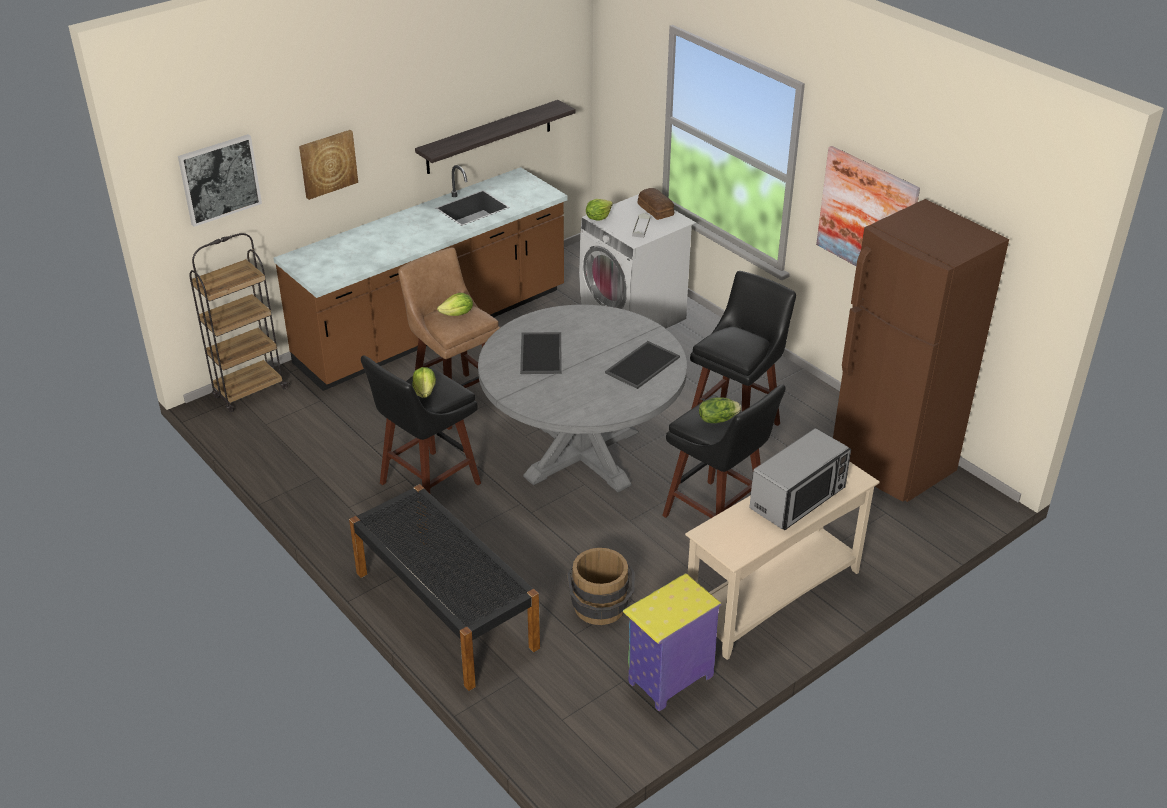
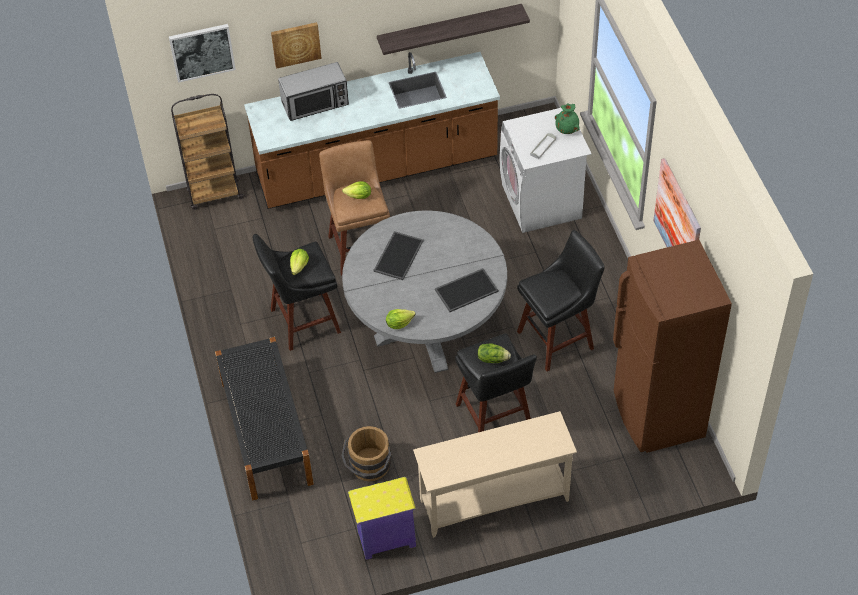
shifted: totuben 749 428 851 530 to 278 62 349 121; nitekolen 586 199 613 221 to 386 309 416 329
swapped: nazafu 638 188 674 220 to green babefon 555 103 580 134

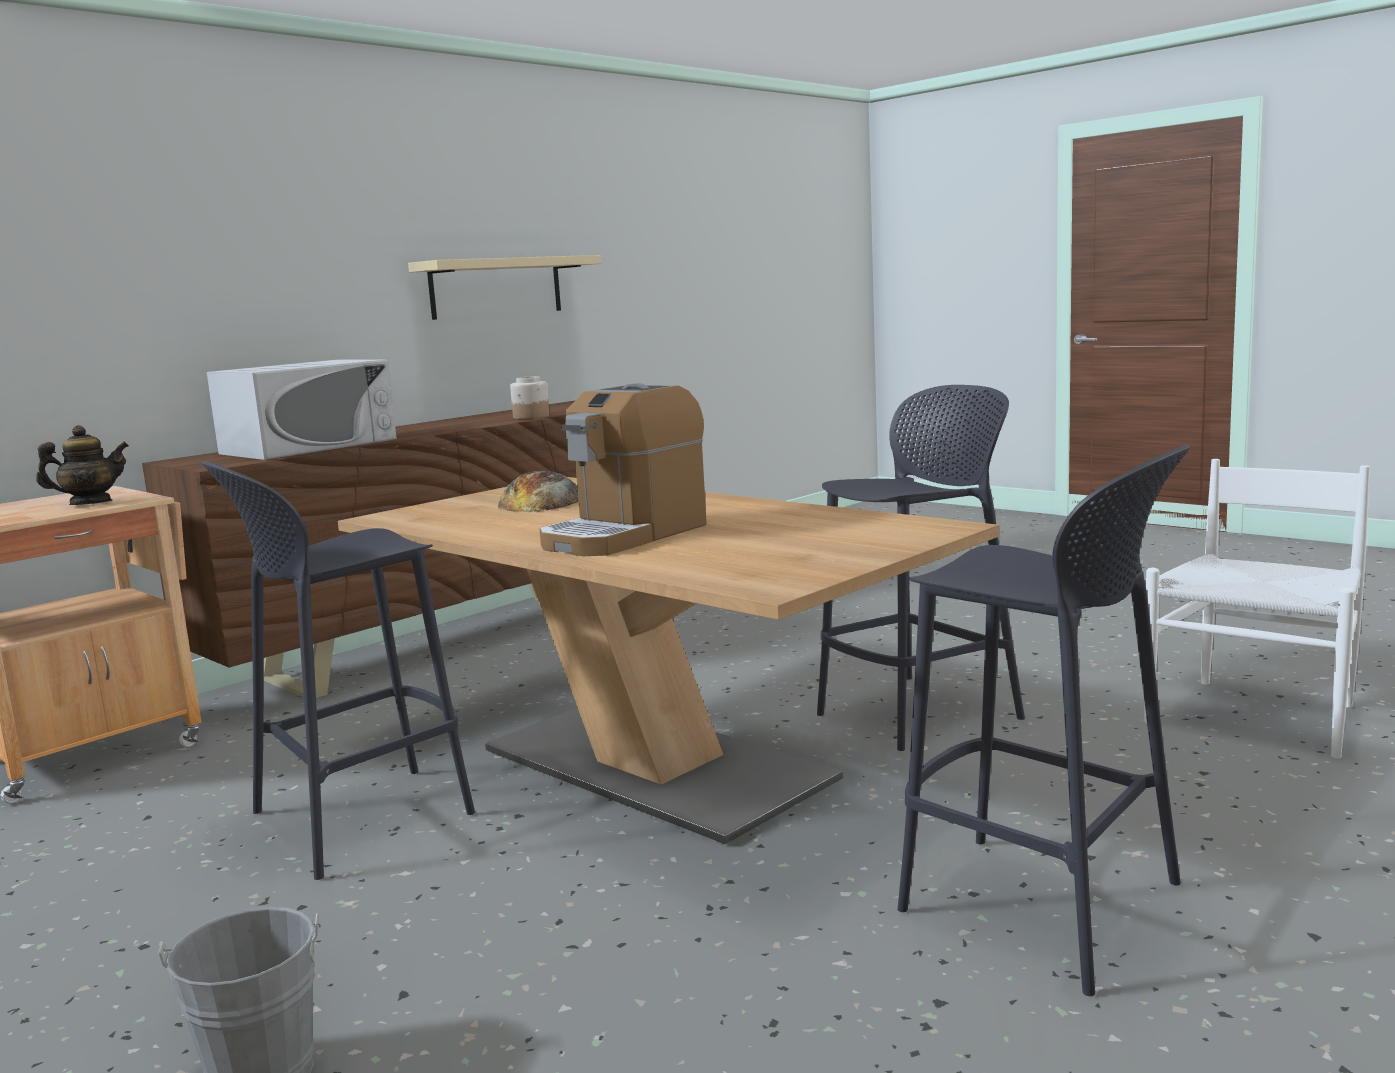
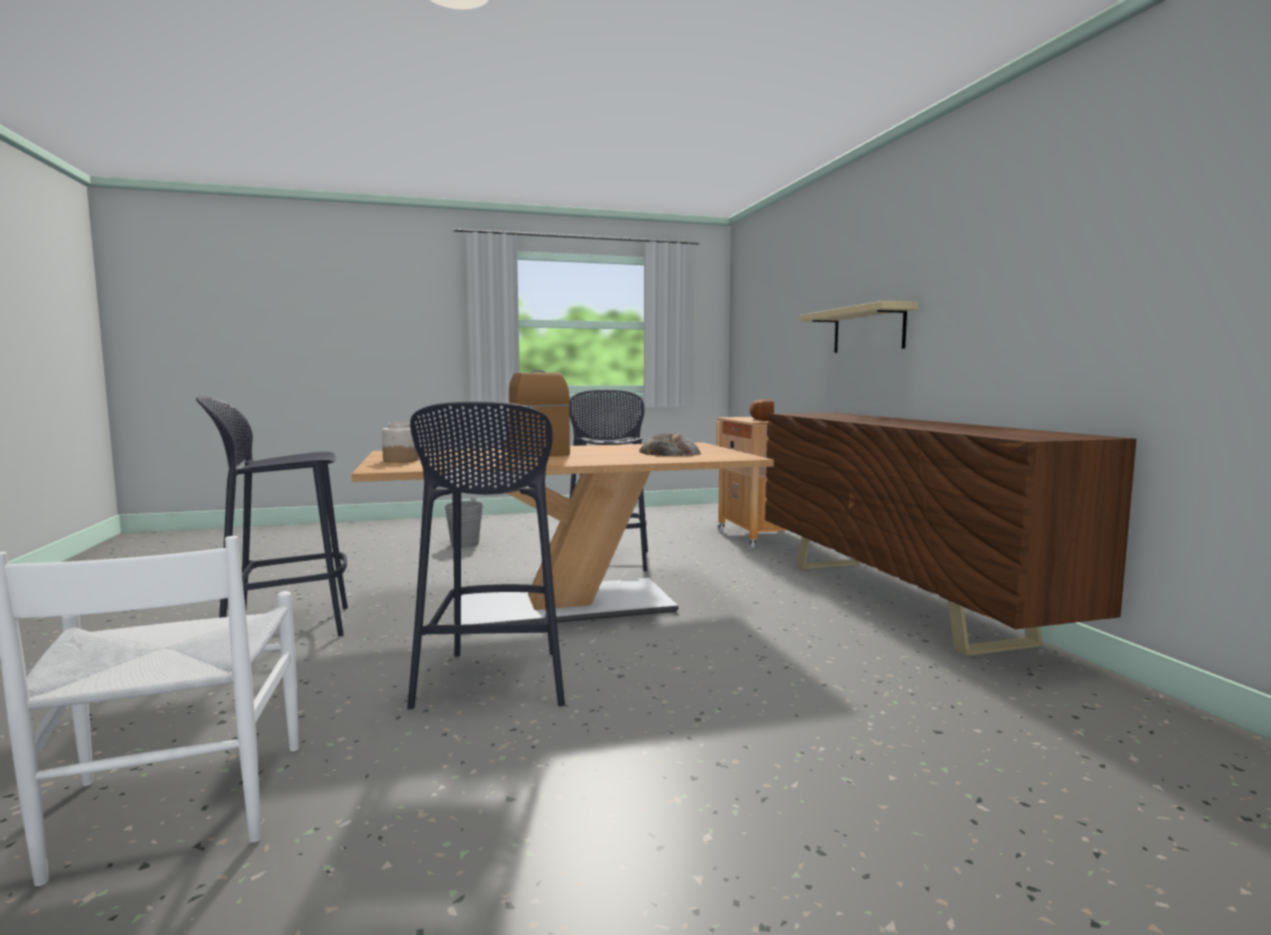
gone: white totuben 207 359 397 460
shifted: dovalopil 510 376 549 419 to 382 423 419 463; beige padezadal 408 255 601 320 to 799 301 918 353
swapped: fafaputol 36 425 129 505 to nazafu 750 399 774 421

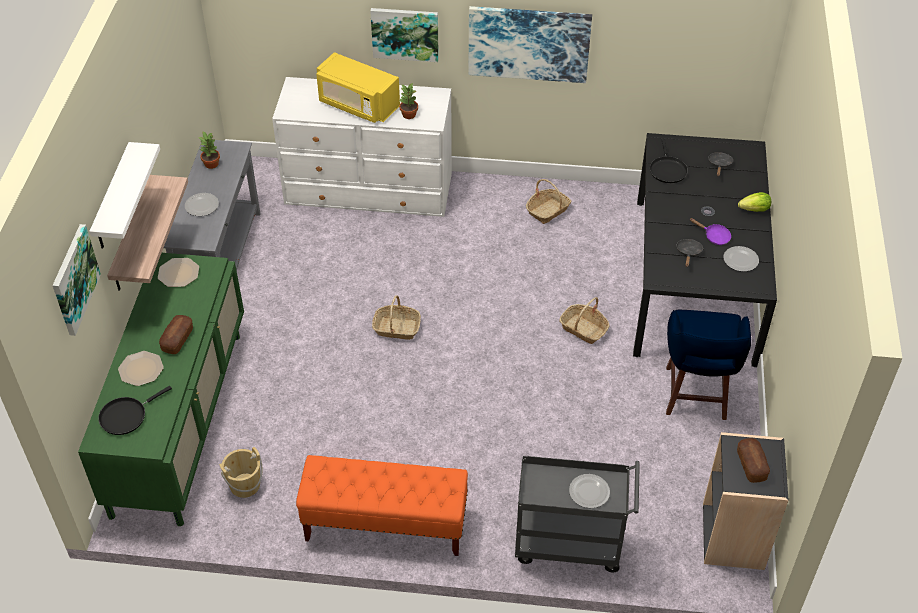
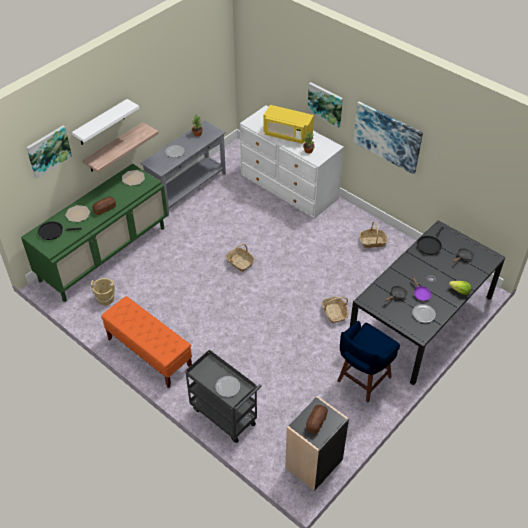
rotated: yellow totuben 316 52 400 123 = 263 105 314 144 45 degrees counterclockwise

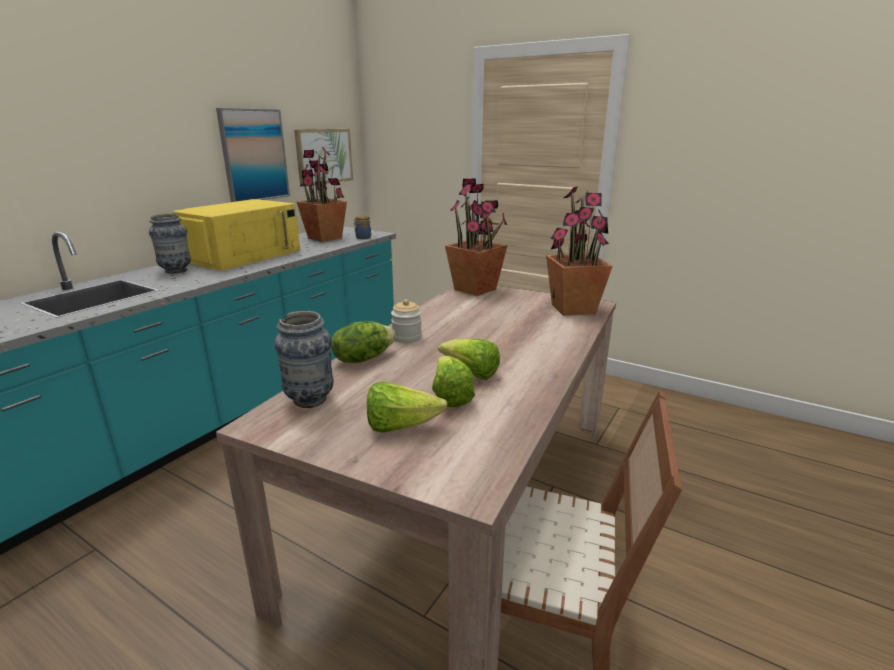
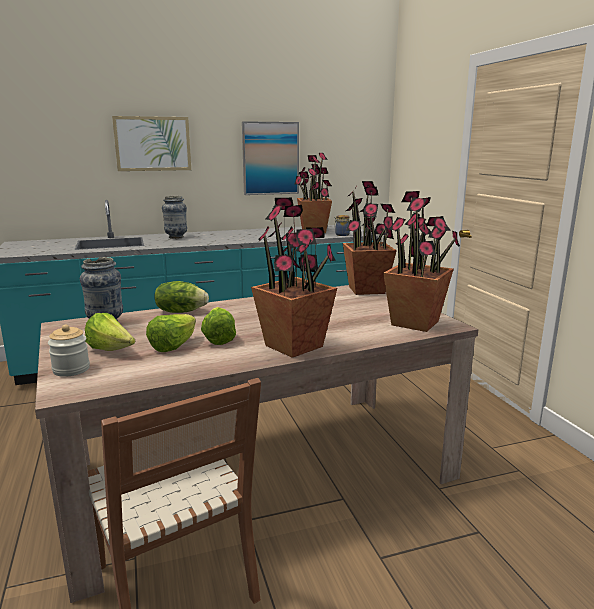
gone: yellow totuben 173 199 300 271
new: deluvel 251 197 337 358
shifted: dovalopil 391 299 422 343 to 48 325 90 377; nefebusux 294 129 353 187 to 112 116 191 171

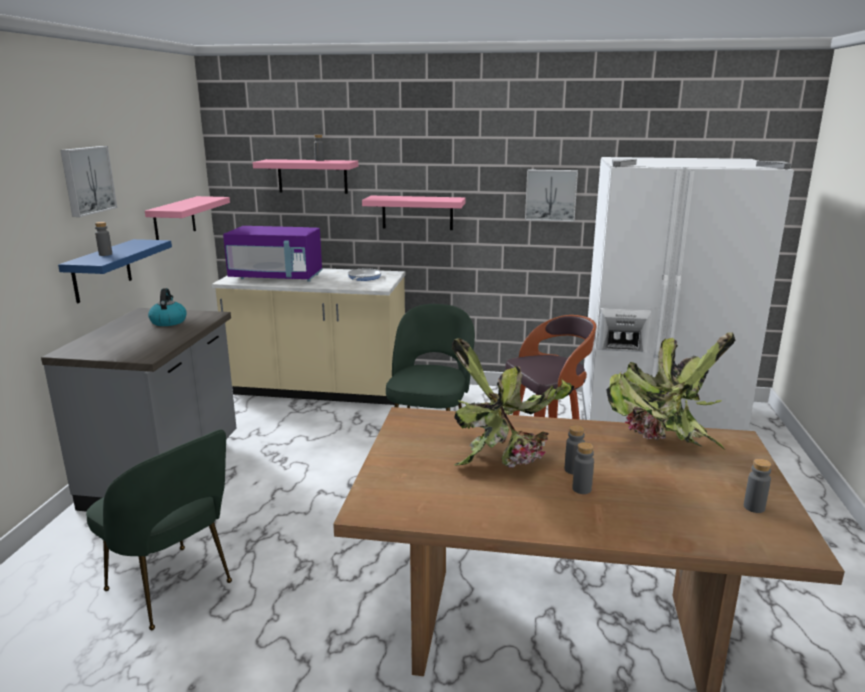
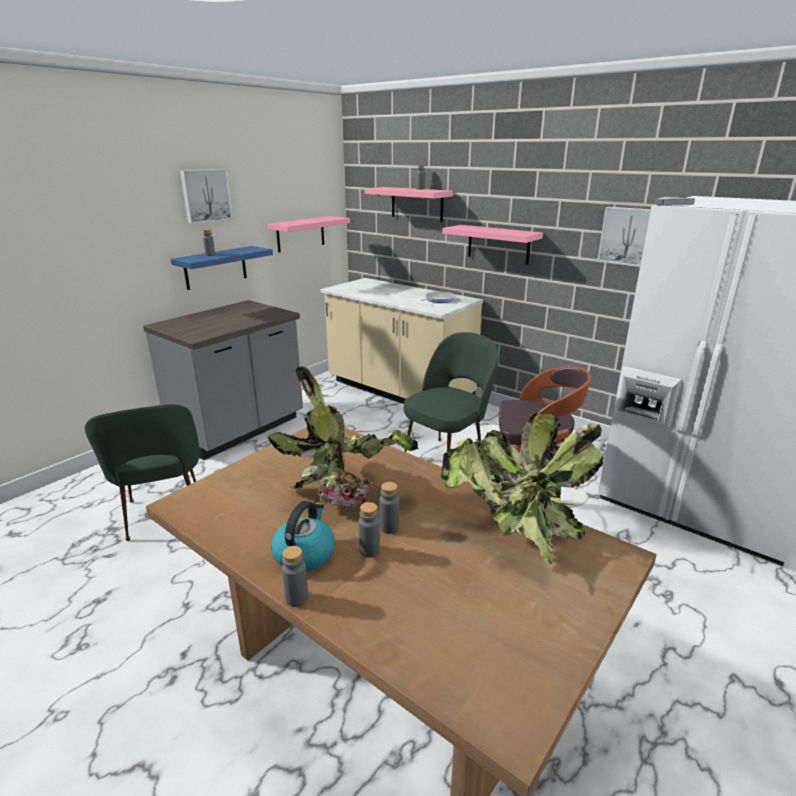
gone: purple totuben 223 226 323 282
shifted: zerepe 148 288 187 326 to 271 501 335 572; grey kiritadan 744 459 772 513 to 282 546 309 607

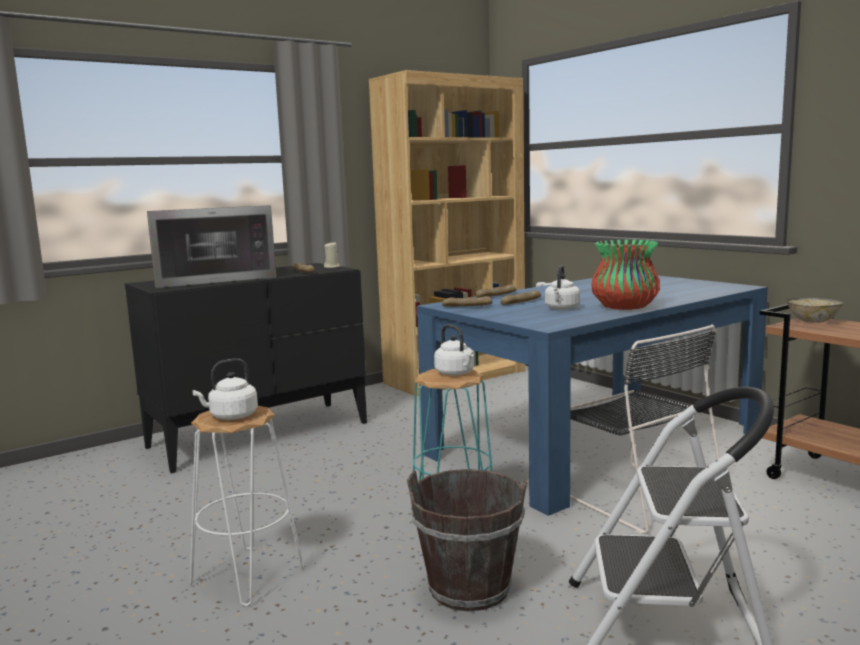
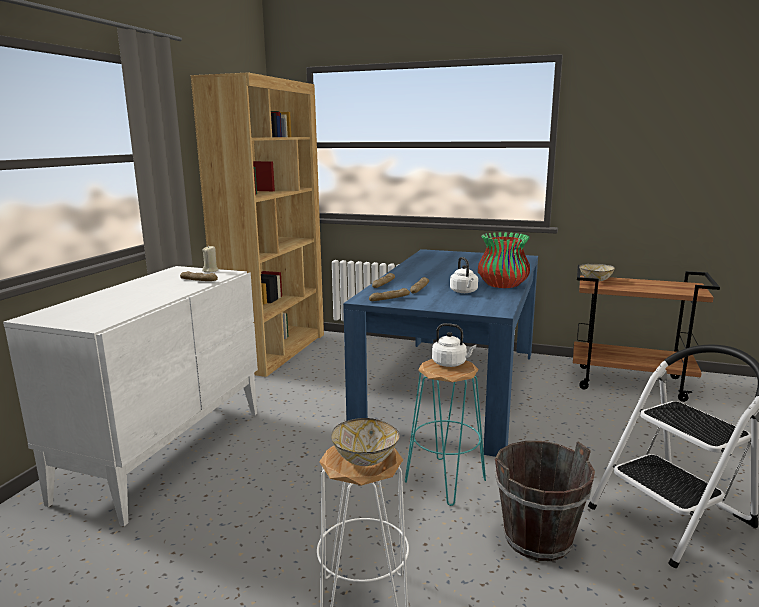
gone: totuben 147 205 276 288; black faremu 570 325 720 534
swapped: white zerepe 193 358 258 420 to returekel 331 418 400 466
repainted: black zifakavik 125 263 367 473 to white zifakavik 3 266 258 526

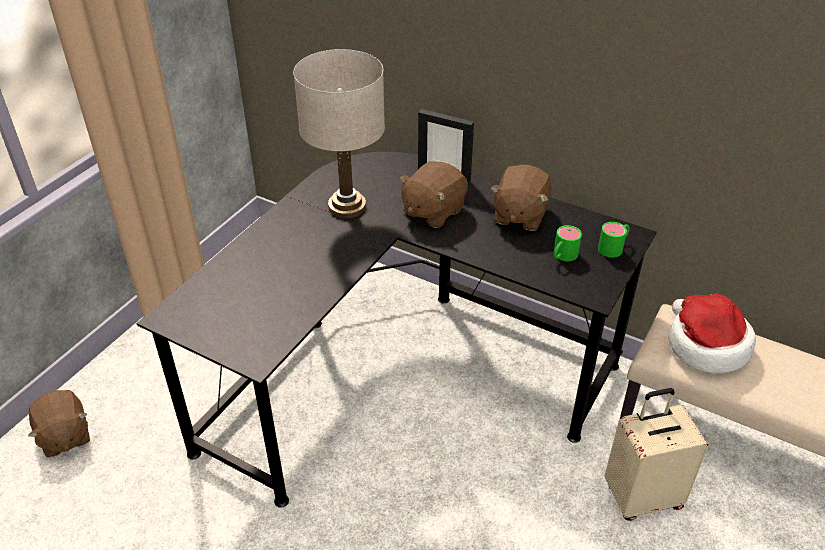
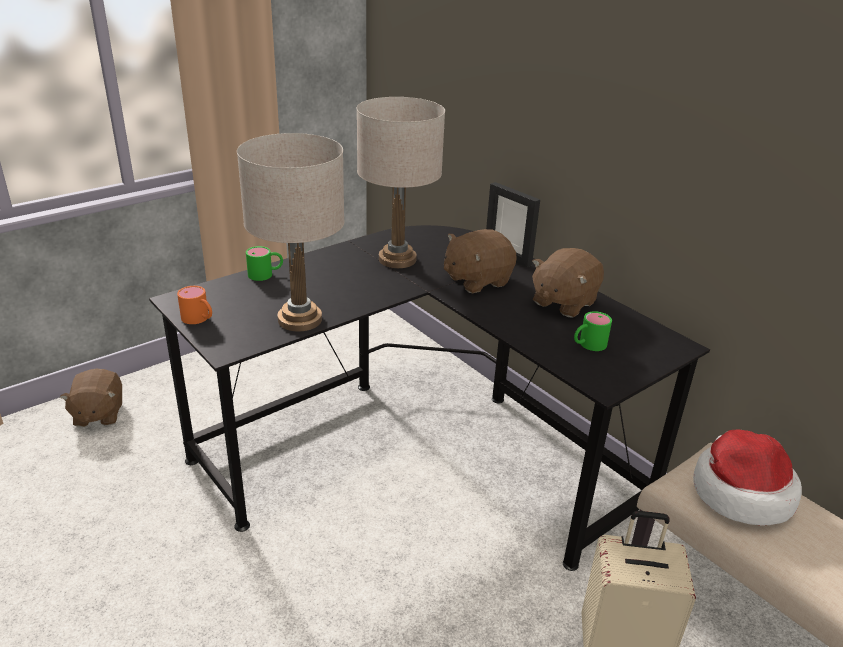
new: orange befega 177 286 212 324; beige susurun 237 133 345 331
shifted: green befega 598 222 630 258 to 246 246 283 281

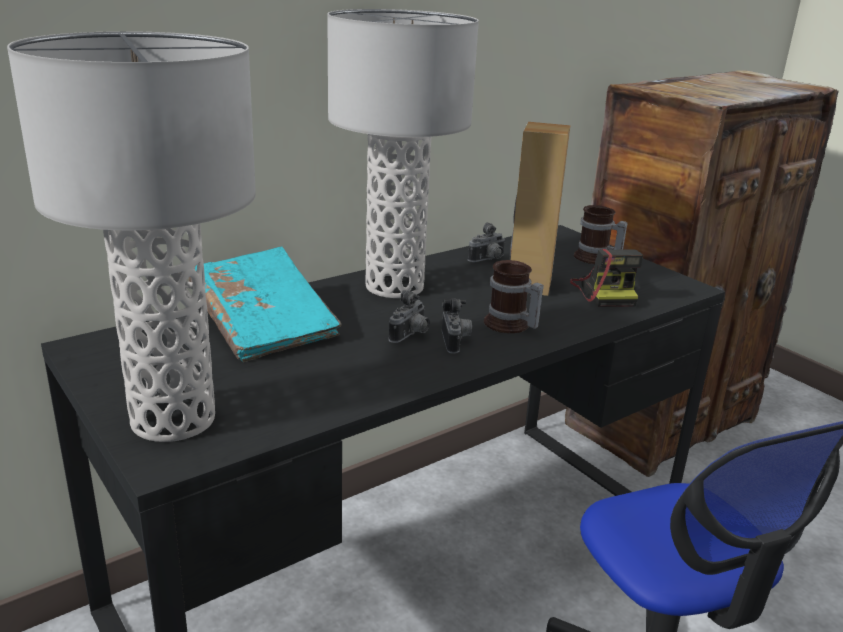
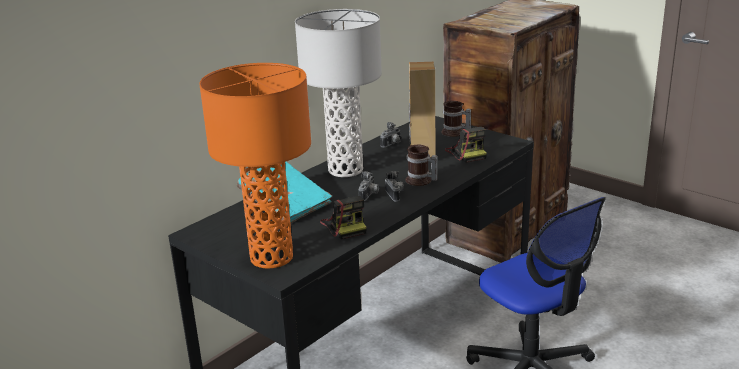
new: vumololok 320 196 367 240
repainted: white susurun 7 31 256 442 to orange susurun 199 63 311 268

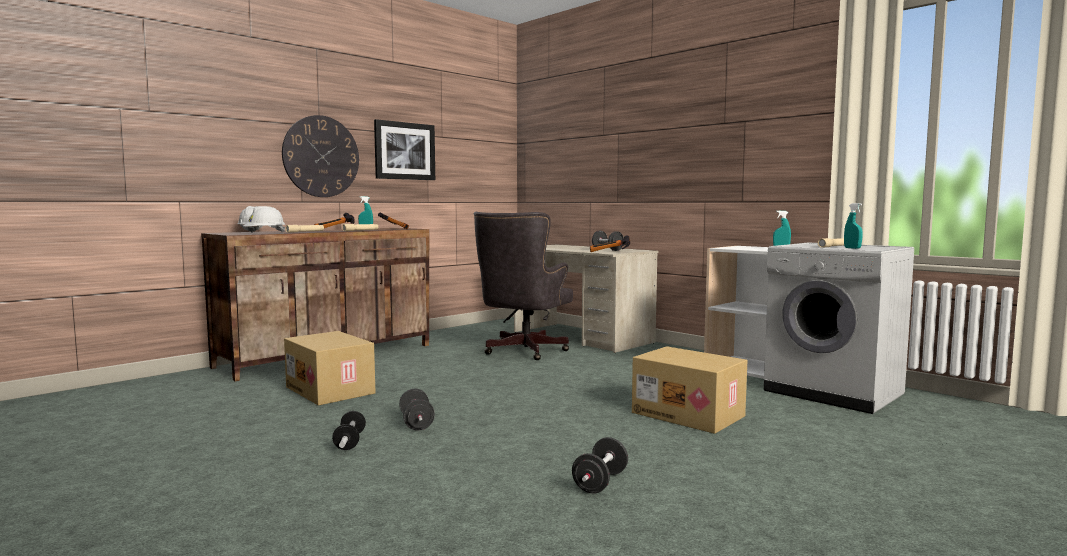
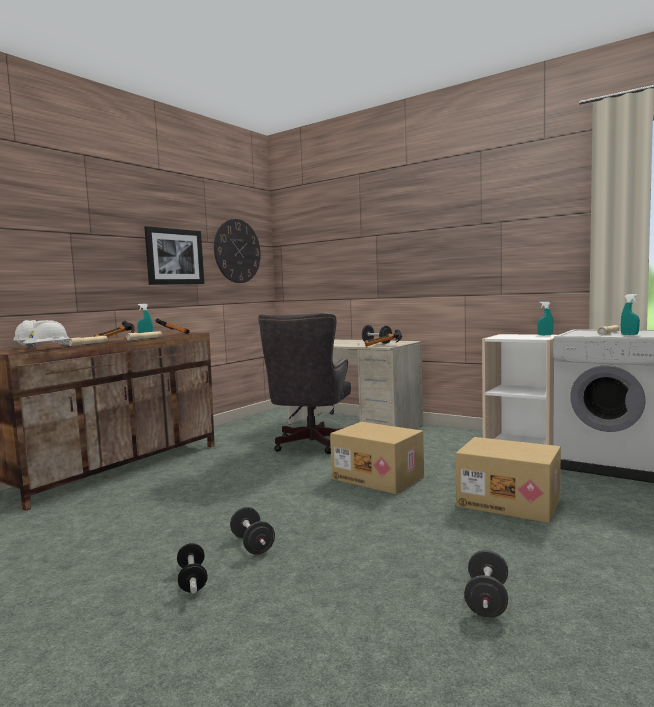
shifted: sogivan 282 115 359 197 to 214 219 261 283; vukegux 284 331 376 406 to 330 422 424 494

